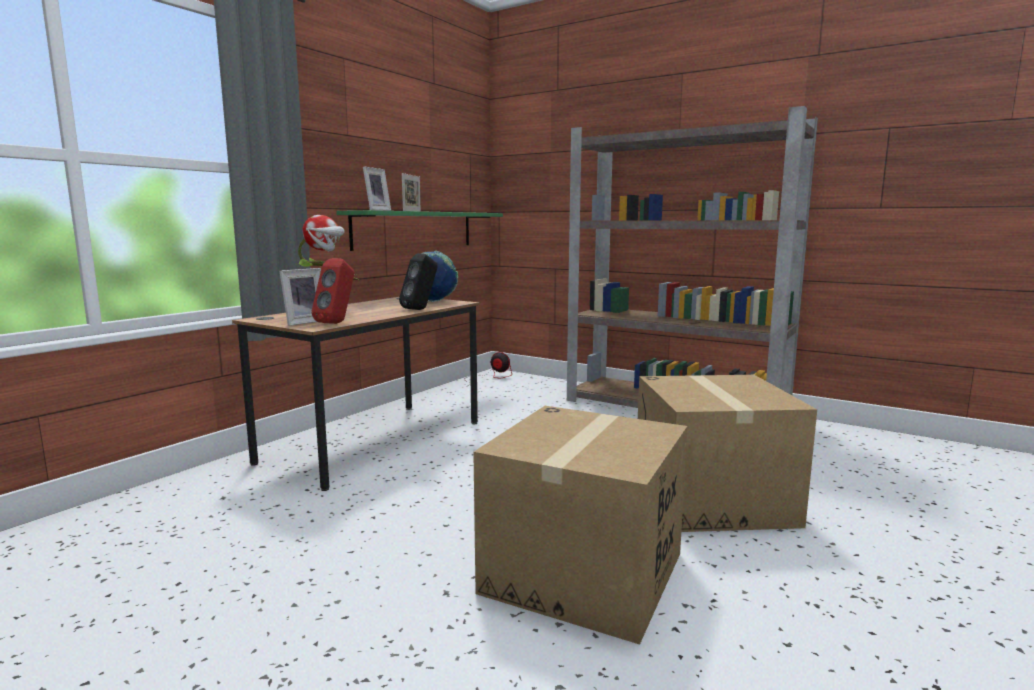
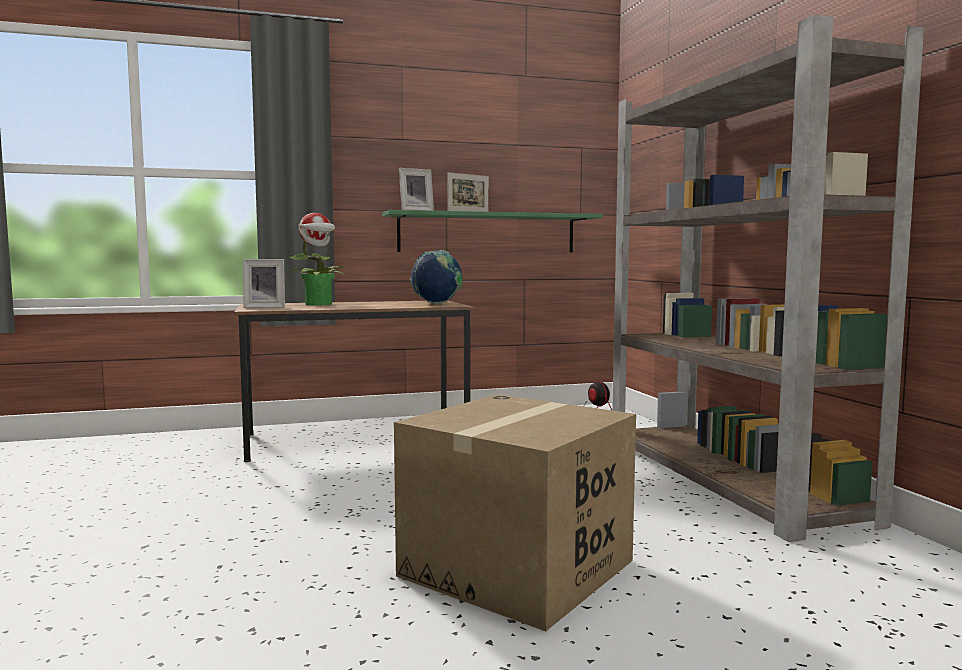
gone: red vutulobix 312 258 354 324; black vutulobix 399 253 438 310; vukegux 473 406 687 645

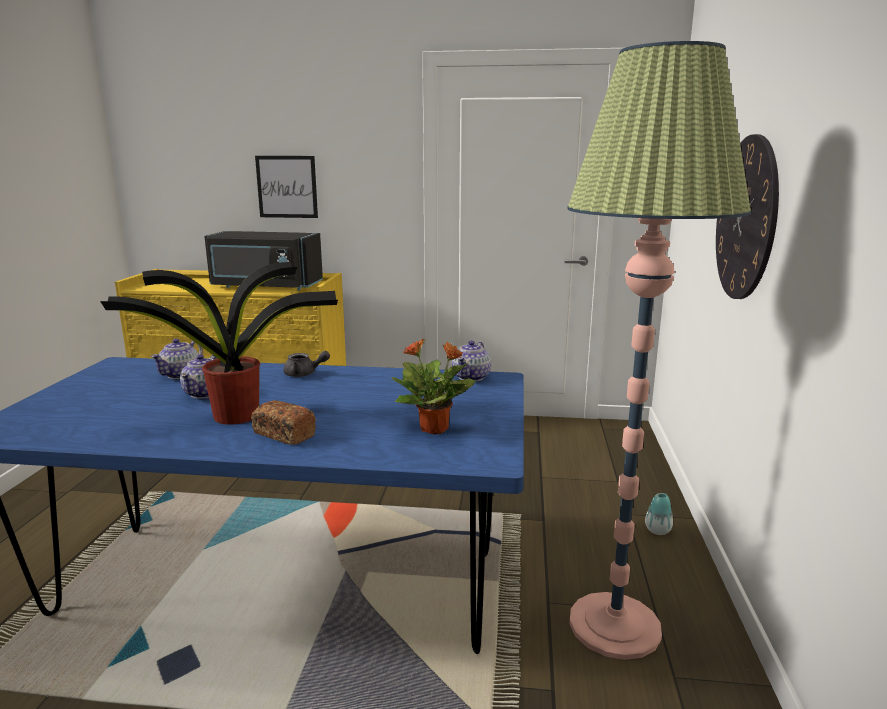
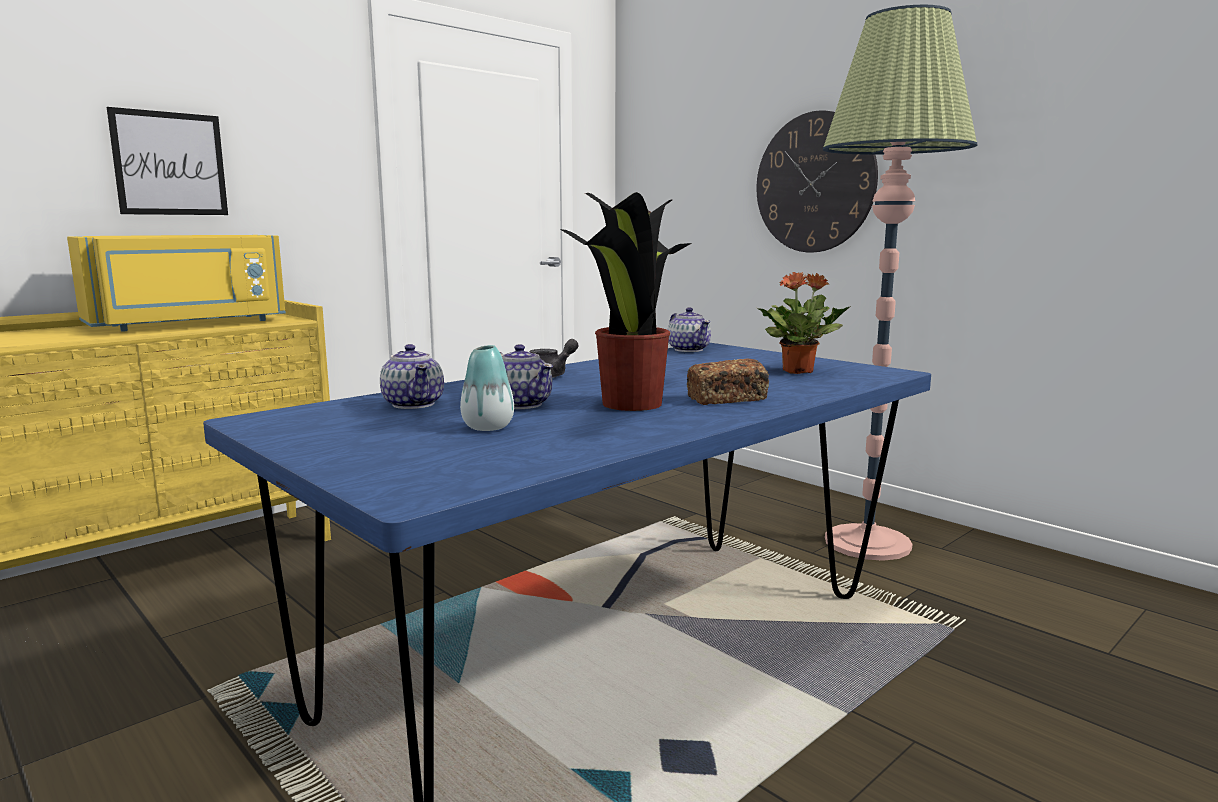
shifted: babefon 645 493 673 535 to 460 345 514 431
repainted: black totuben 204 231 323 290 to yellow totuben 67 235 286 331

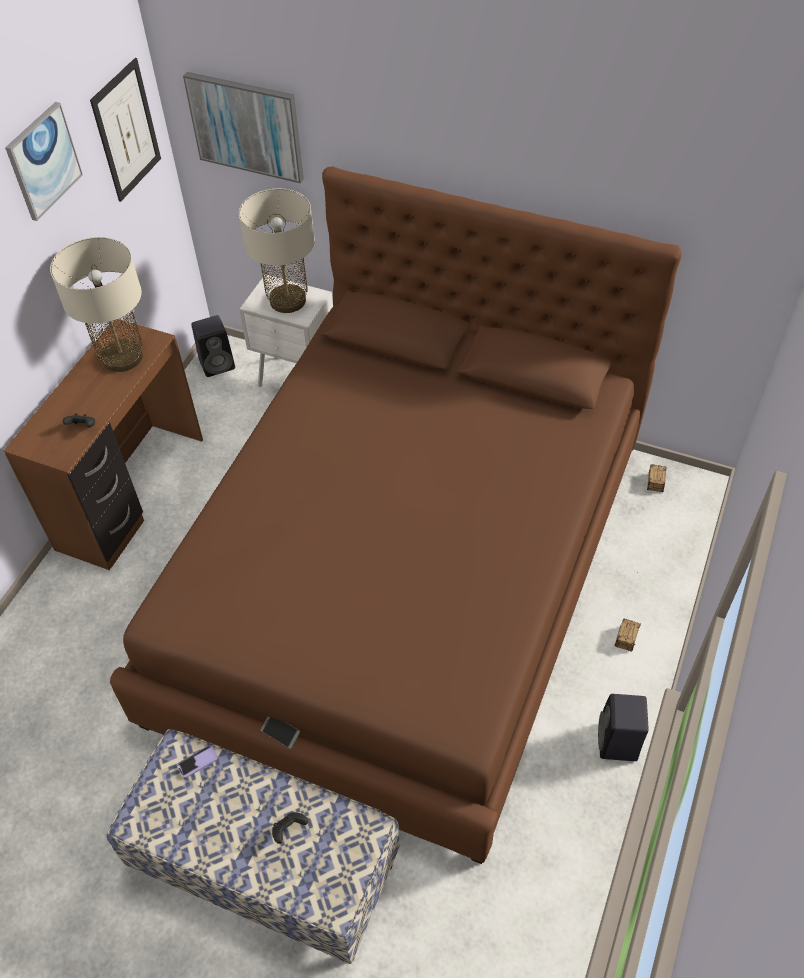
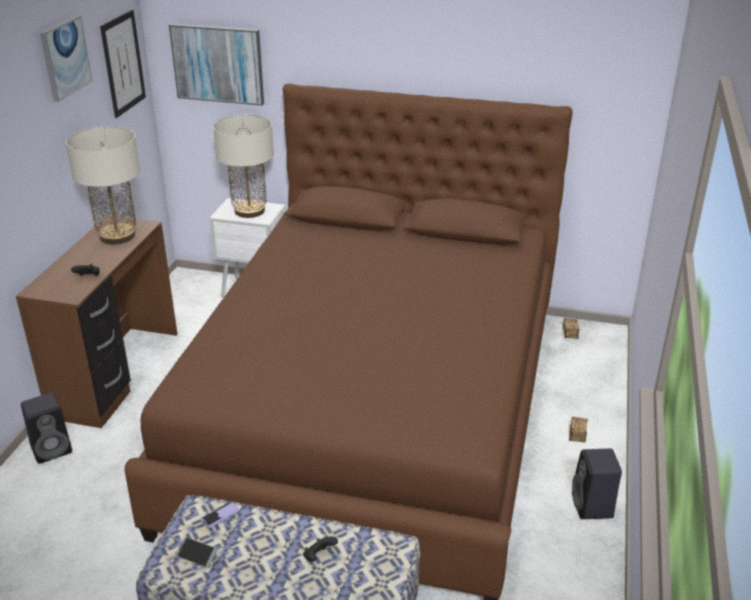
shifted: black vutulobix 191 315 235 377 to 21 393 72 464; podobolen 261 717 300 749 to 175 537 217 568

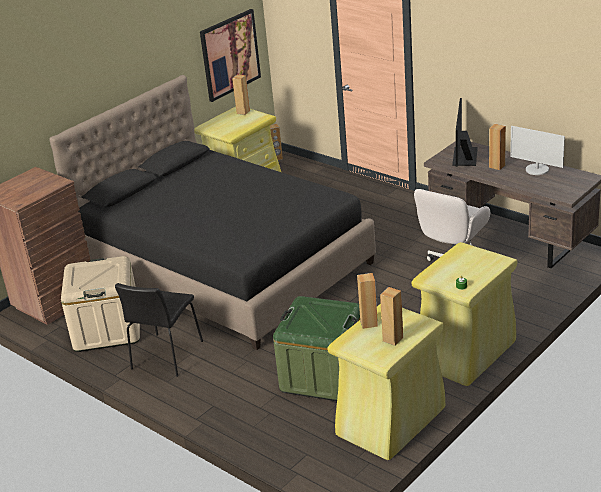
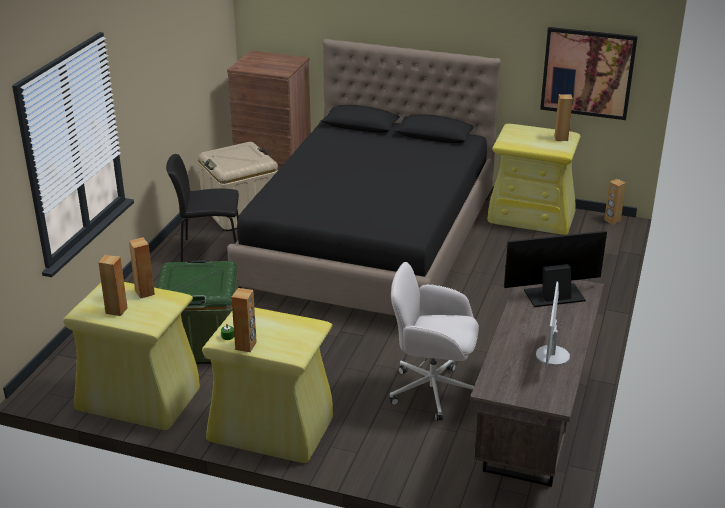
shifted: brown vutulobix 489 124 506 170 to 231 288 257 352

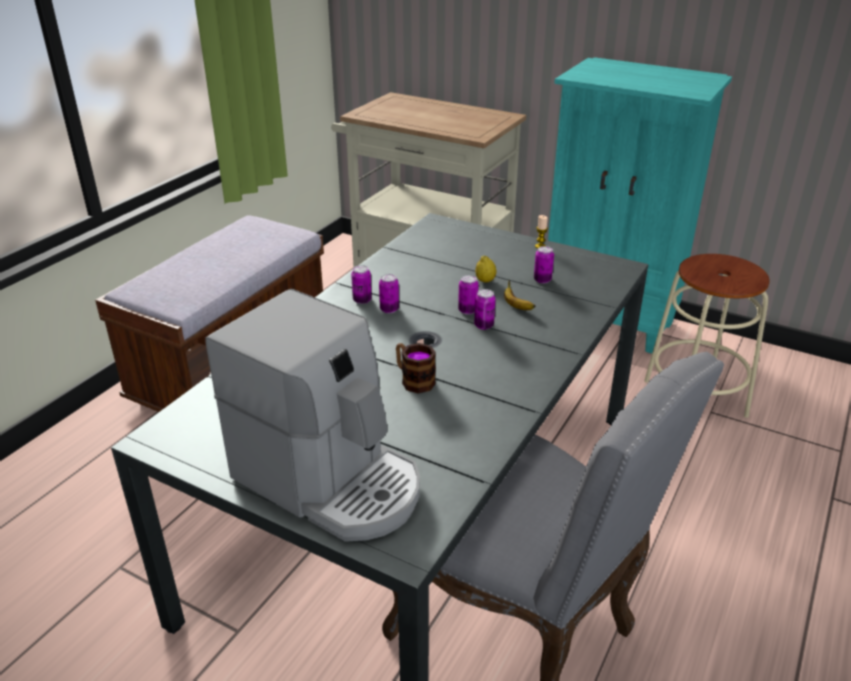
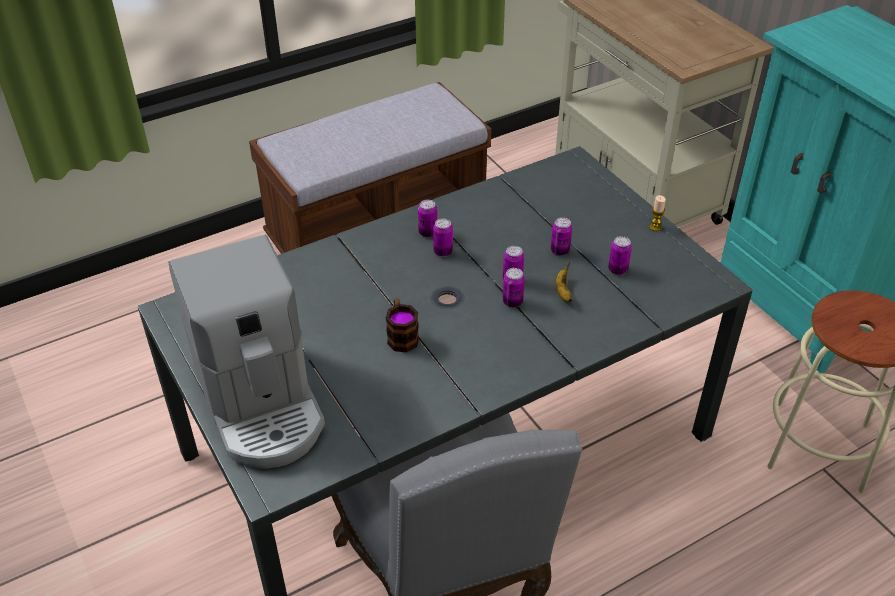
swapped: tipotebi 475 256 496 283 to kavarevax 551 217 572 256

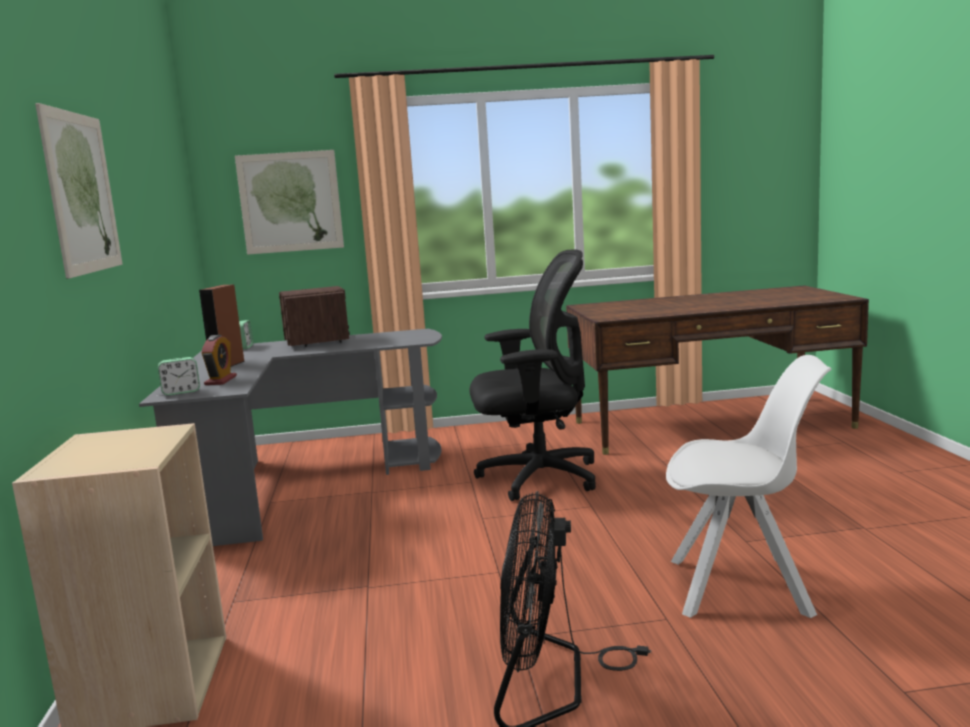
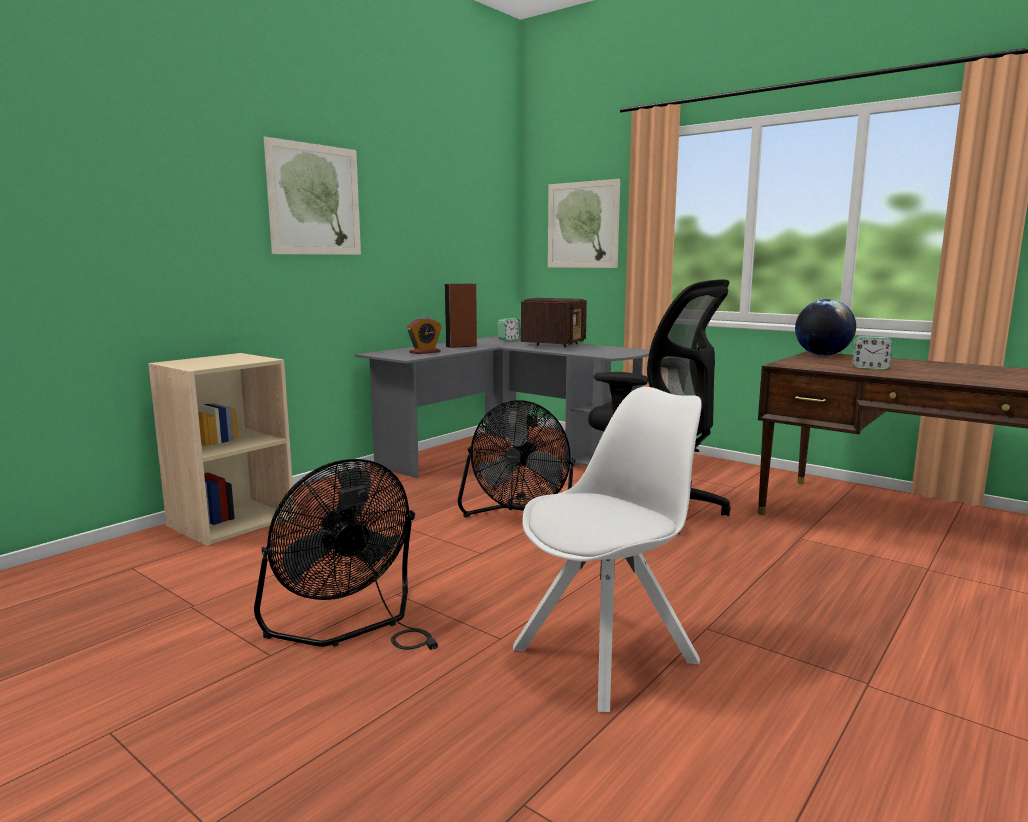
new: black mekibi 458 400 575 518; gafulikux 795 299 856 356
shifted: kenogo 158 357 200 396 to 852 336 893 370
rotated: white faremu 666 355 831 618 = 513 387 702 712 90 degrees counterclockwise

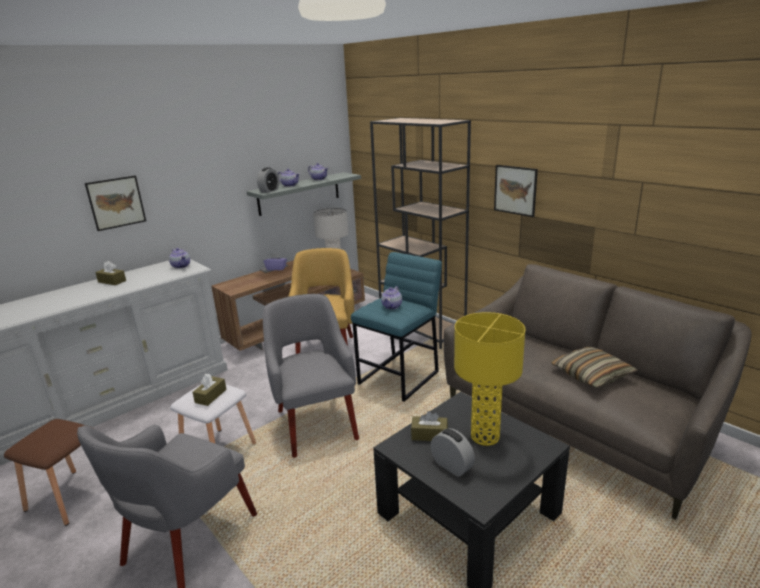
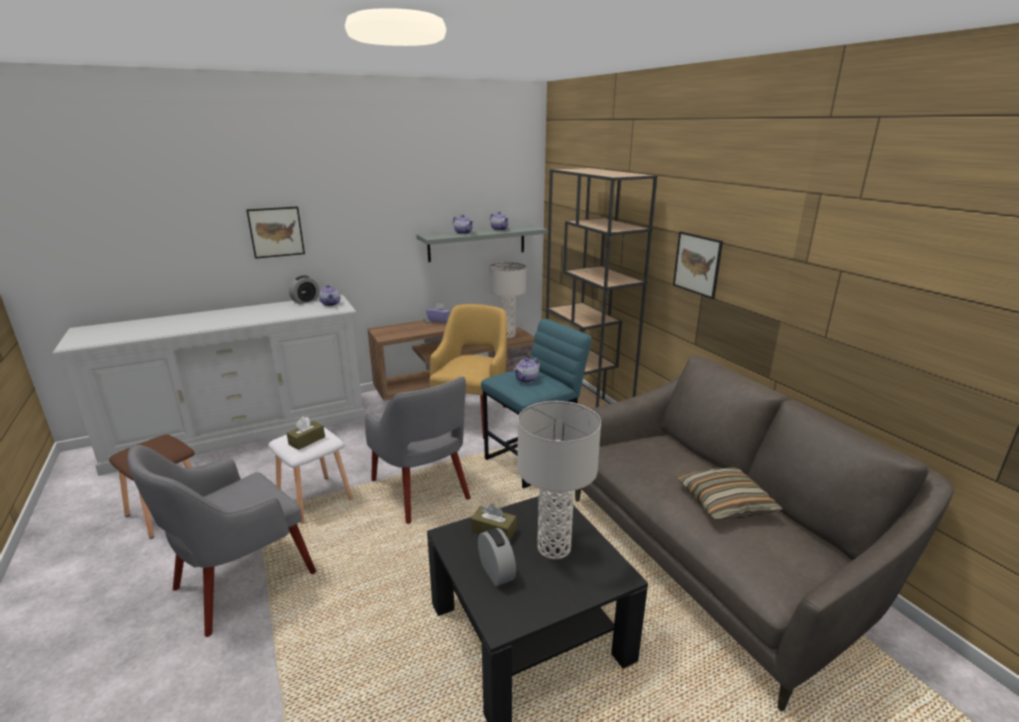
gone: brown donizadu 95 261 126 285
shifted: kenogo 257 167 279 193 to 289 276 320 304
repainted: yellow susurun 454 312 525 446 to white susurun 517 401 601 559
rotated: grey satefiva 263 294 359 458 = 365 376 471 524 150 degrees clockwise

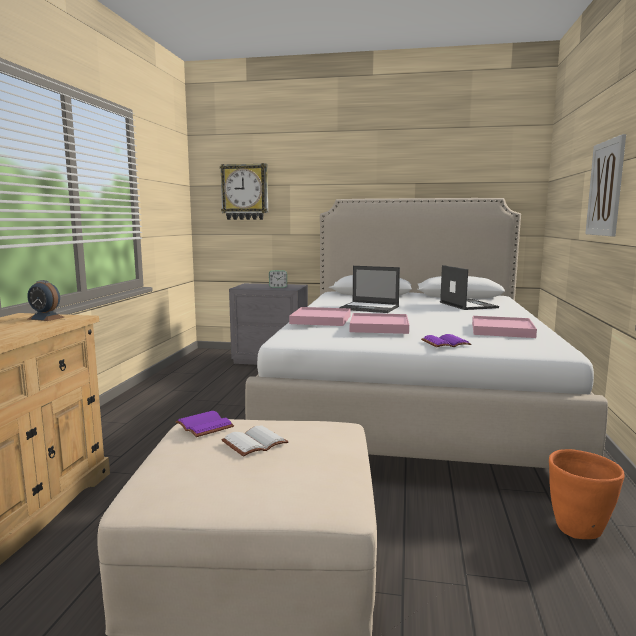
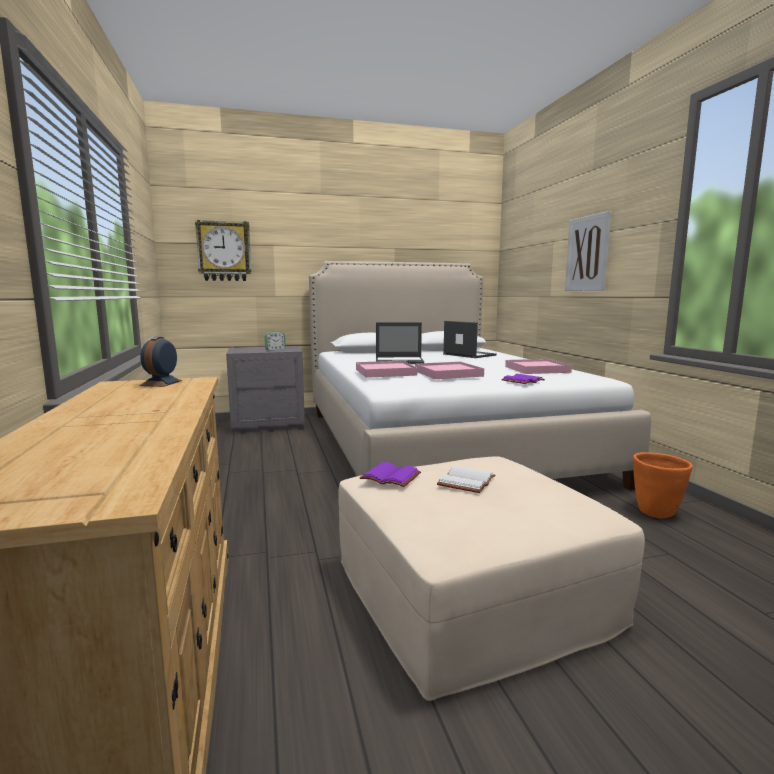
rotated: kenogo 27 280 64 321 = 139 337 183 387 105 degrees clockwise

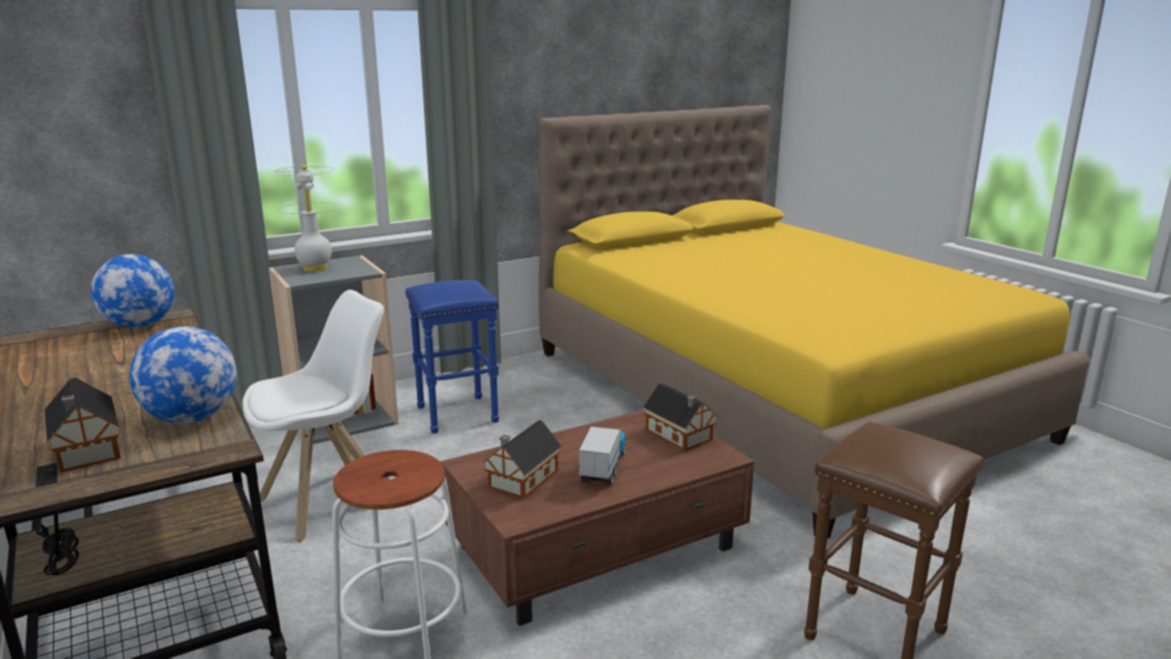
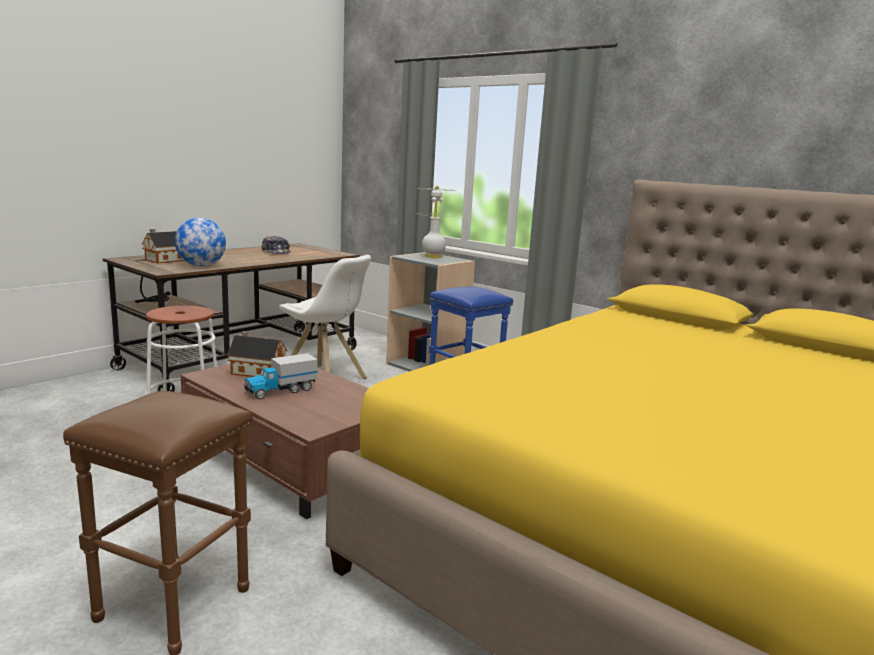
gone: gafulikux 91 254 174 328; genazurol 643 383 718 451
new: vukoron 262 236 291 254
rotated: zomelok 579 422 626 485 = 244 353 318 399 150 degrees clockwise

